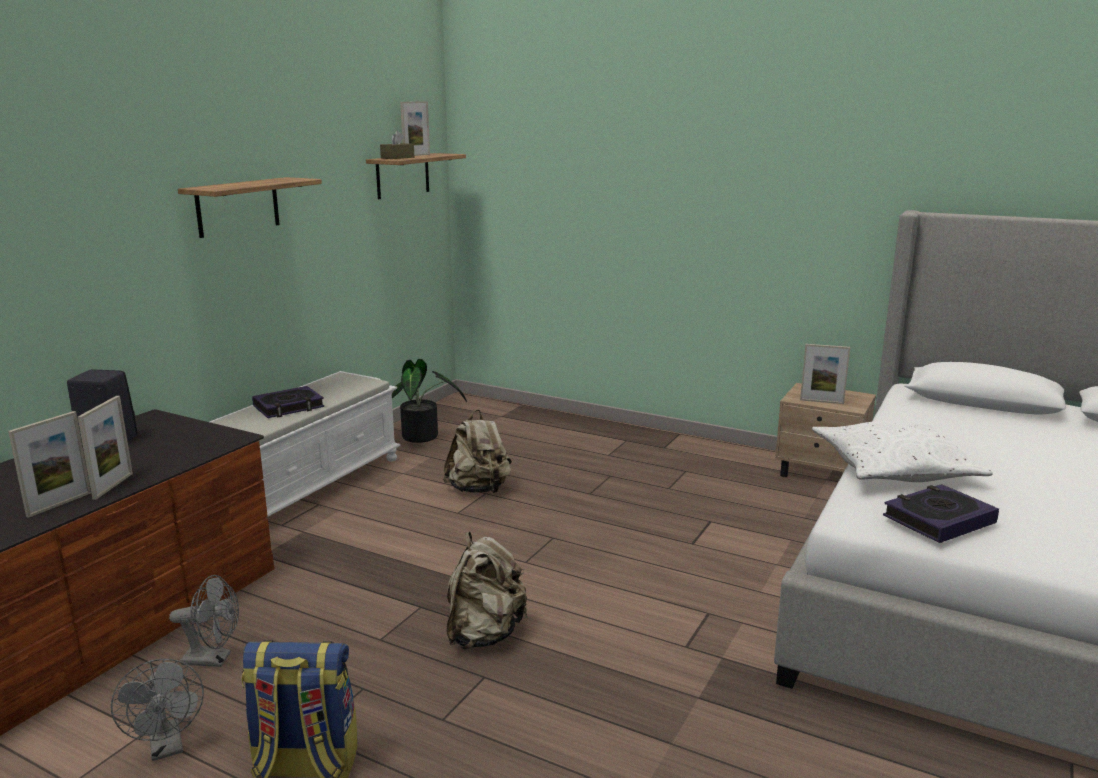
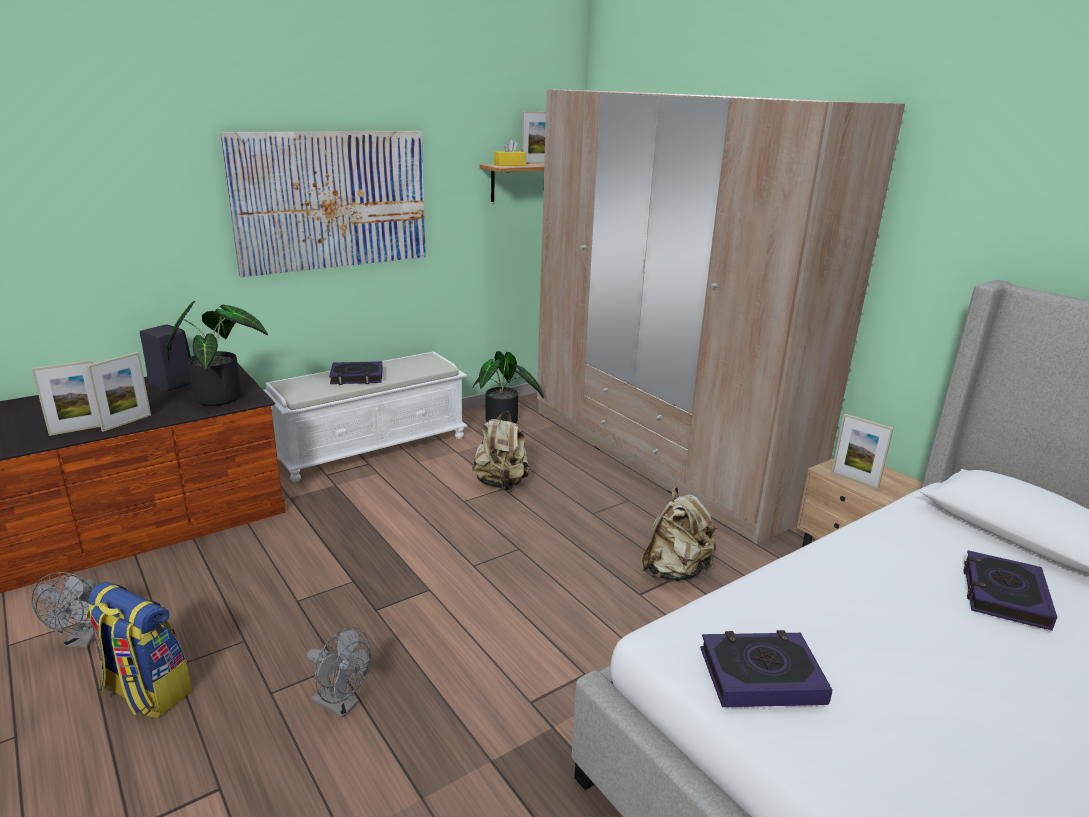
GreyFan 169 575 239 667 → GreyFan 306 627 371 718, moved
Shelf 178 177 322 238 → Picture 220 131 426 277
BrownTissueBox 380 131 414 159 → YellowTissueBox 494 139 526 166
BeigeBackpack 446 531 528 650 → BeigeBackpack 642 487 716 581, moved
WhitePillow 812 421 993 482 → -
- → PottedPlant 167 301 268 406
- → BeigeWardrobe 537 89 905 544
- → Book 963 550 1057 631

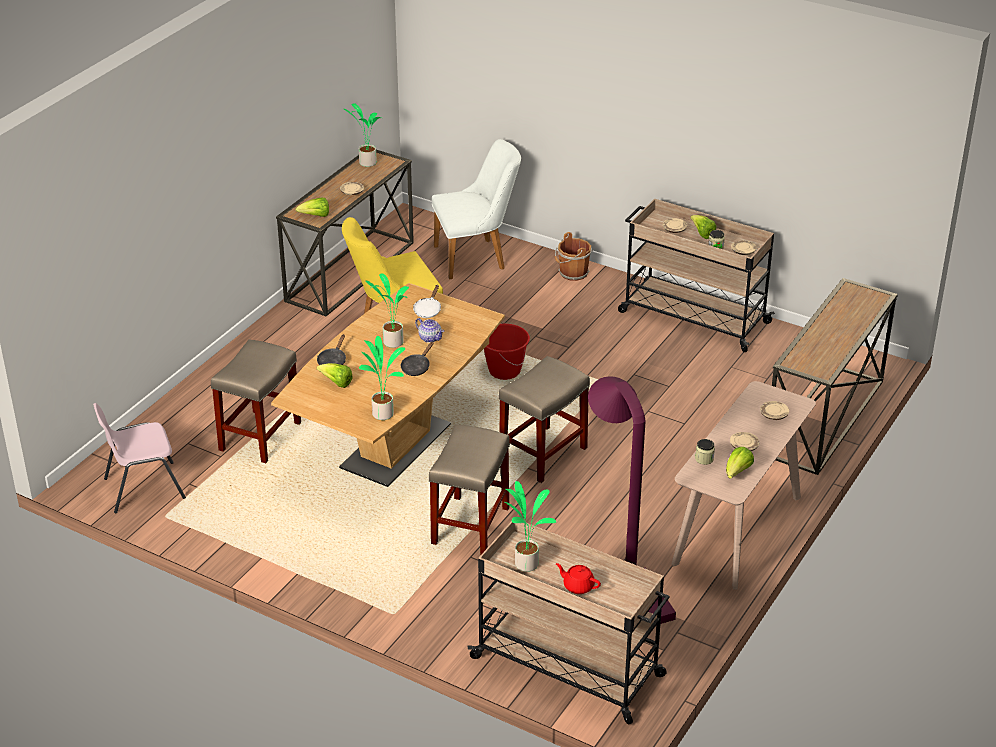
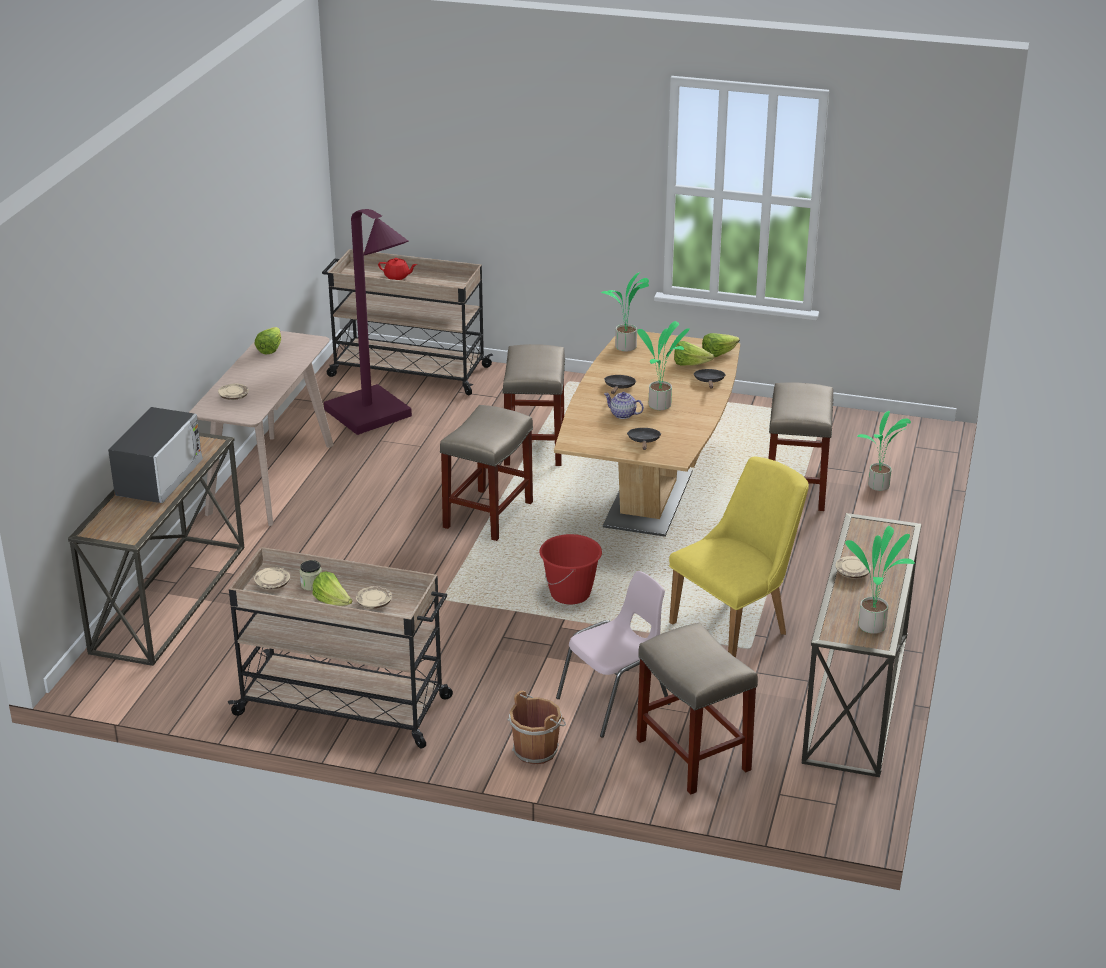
PinkChair 93 403 186 513 → PinkChair 556 571 671 738, moved
Lettuce 296 197 329 217 → Lettuce 702 333 740 357, moved
WhiteFryingPan 413 285 441 318 → BlackFryingPan 627 428 661 450
WhiteChair 432 139 521 279 → BeigeStool 637 622 758 795
PottedPlant 505 481 557 572 → PottedPlant 857 411 911 491, moved
Jar 695 439 715 465 → -
BeigePlate 730 432 760 451 → -
- → Microwave 108 407 203 503

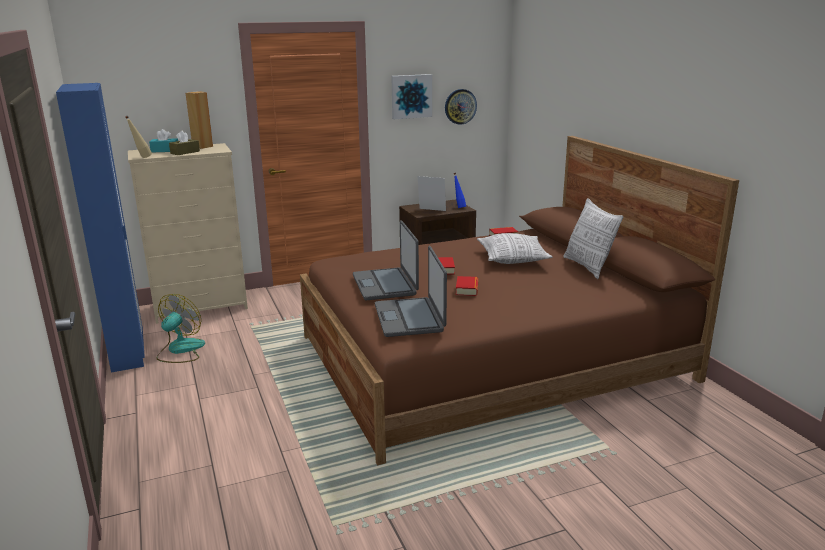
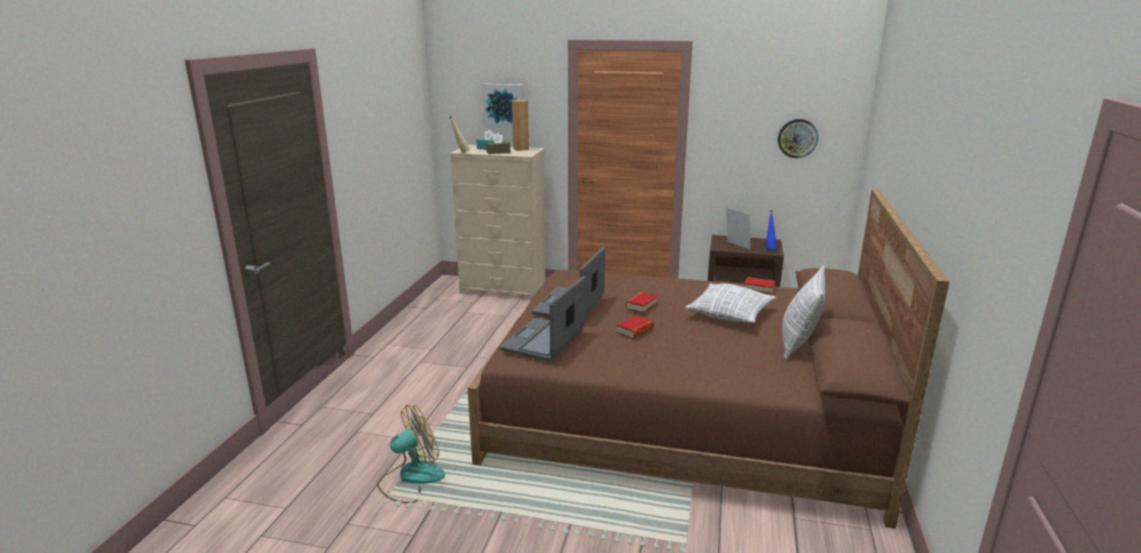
BlueWardrobe 56 83 145 373 → -
Fan 156 294 205 363 → Fan 377 405 445 504, moved
Picture 391 74 432 119 → Picture 482 83 524 127, moved

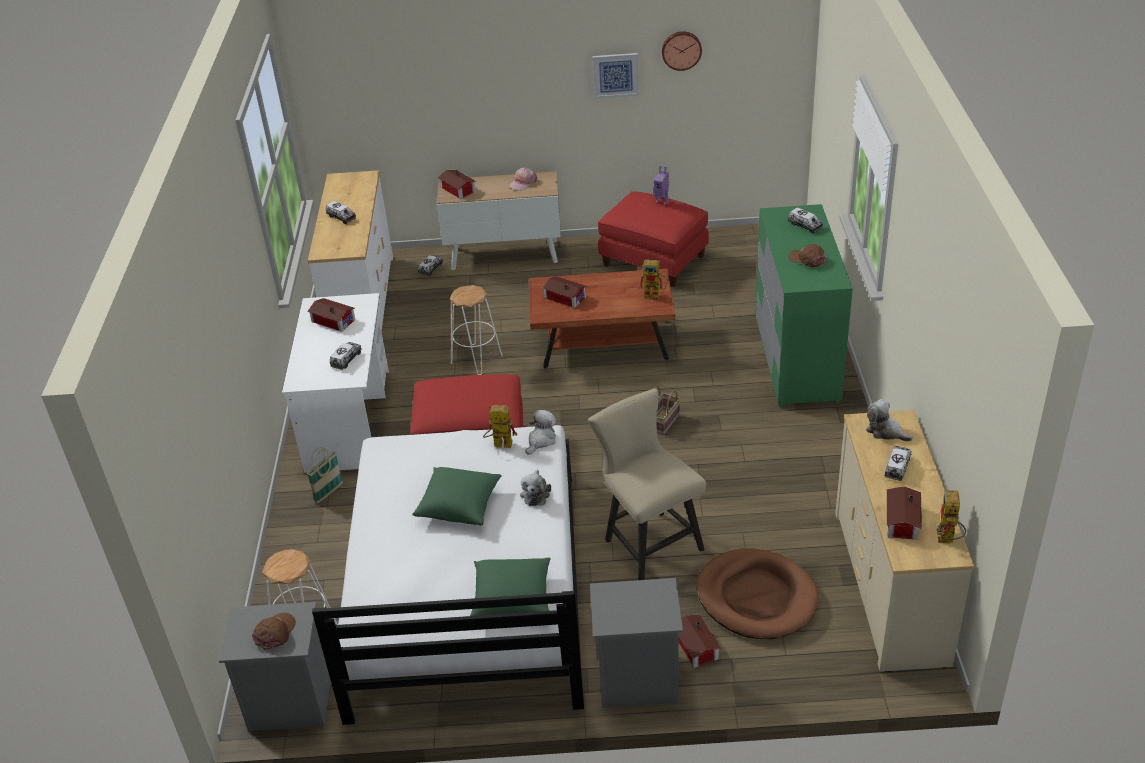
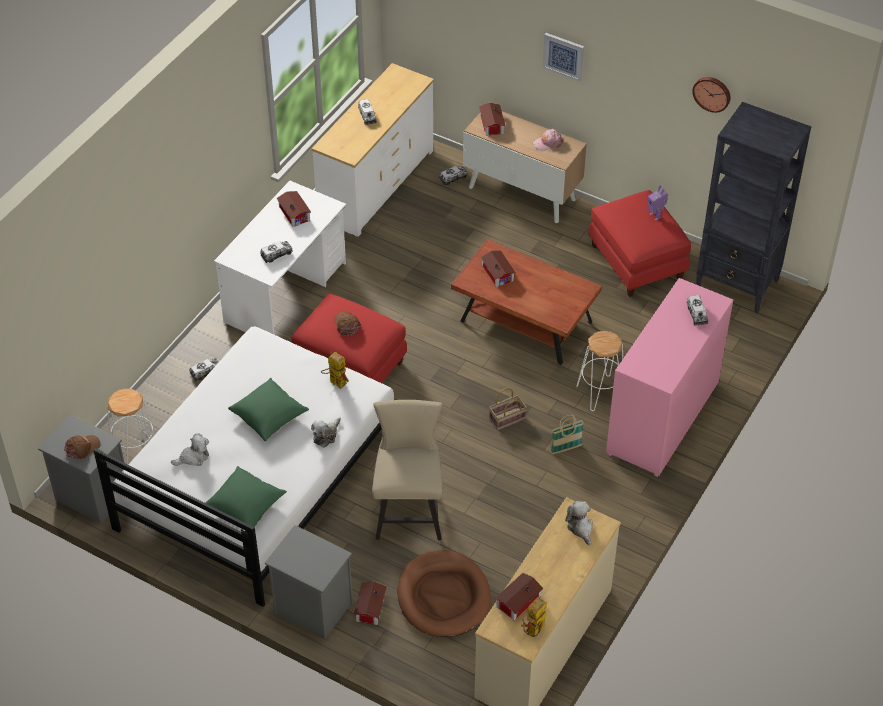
Basket 307 447 343 503 → Basket 551 415 583 454, moved
WhiteStool 450 285 503 375 → WhiteStool 576 331 623 411, moved
PlushToy 525 410 556 455 → PlushToy 171 434 209 466, moved
Picture 593 53 639 99 → Picture 543 33 584 82, moved
ToyRobot 639 260 668 300 → -
GreenDresser 755 204 853 407 → PinkDresser 606 278 733 477
BrownCap 789 244 826 268 → BrownCap 335 311 361 336, moved
ToyTruck 884 446 911 481 → ToyTruck 190 358 219 381, moved
- → BlackBookcase 696 102 812 313

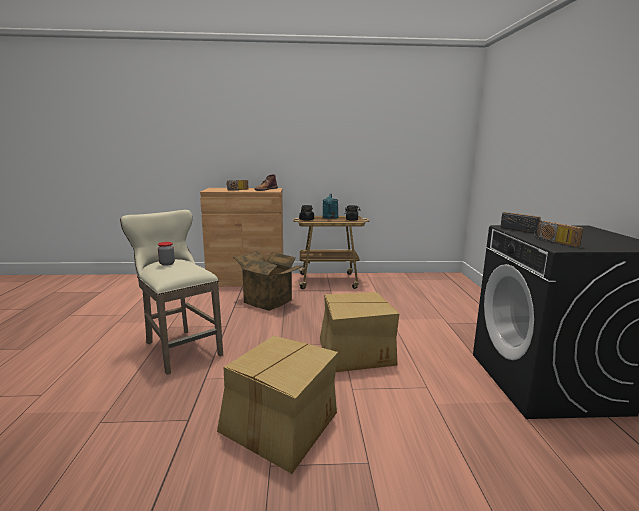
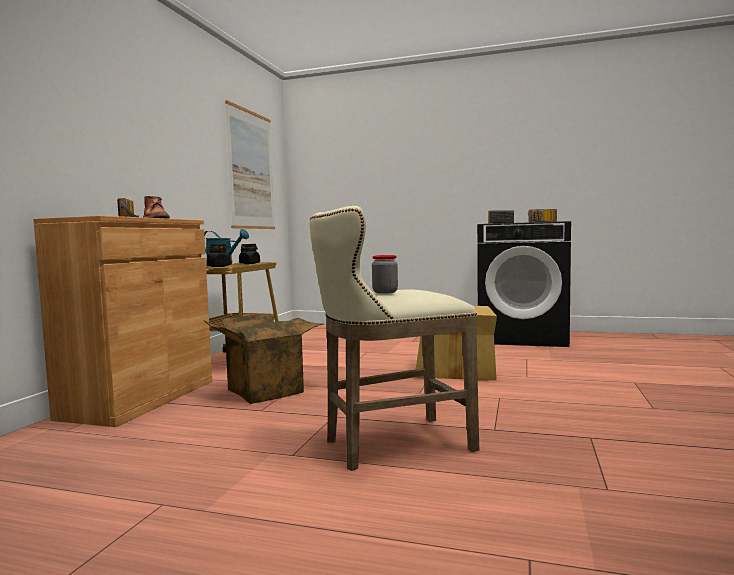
CardboardBox 217 336 338 474 → -
- → Picture 225 100 275 229

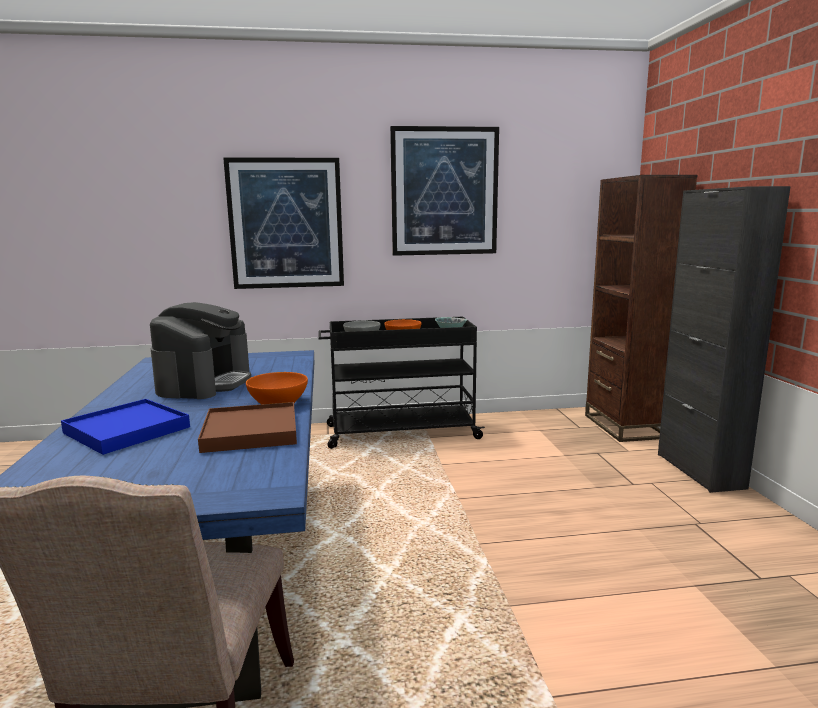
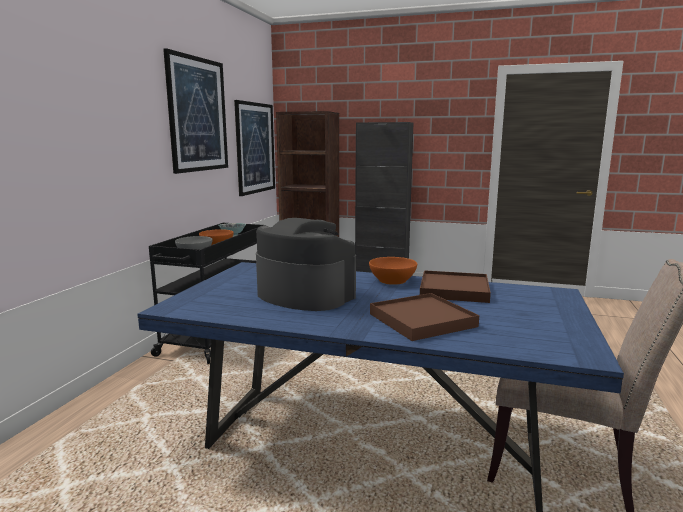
BlueTray 61 399 190 455 → BrownTray 370 293 479 341
Picture 223 158 344 289 → Picture 234 100 275 196, moved

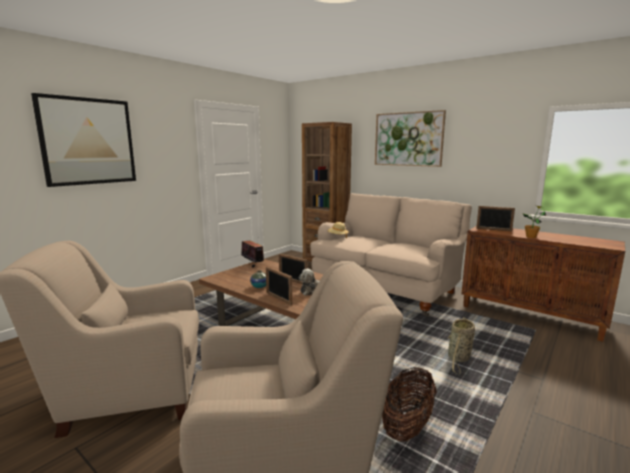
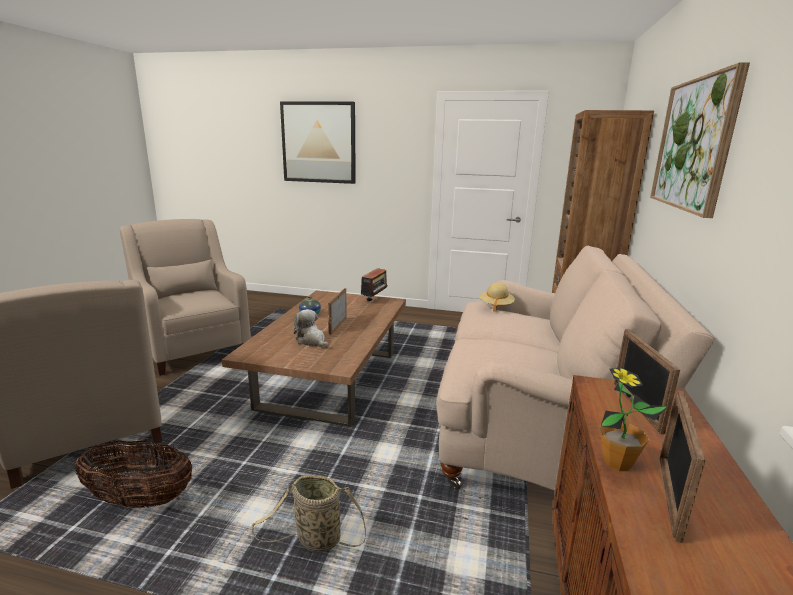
PictureFrame 266 266 292 305 → PictureFrame 660 390 705 543, moved

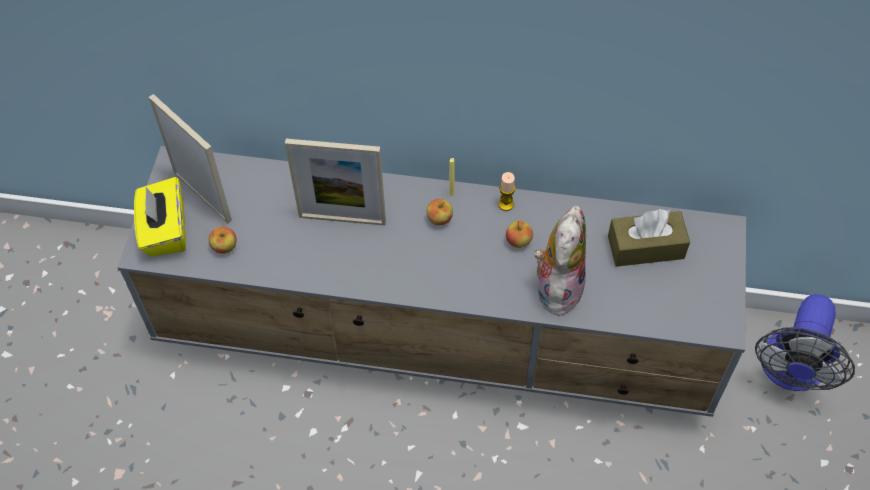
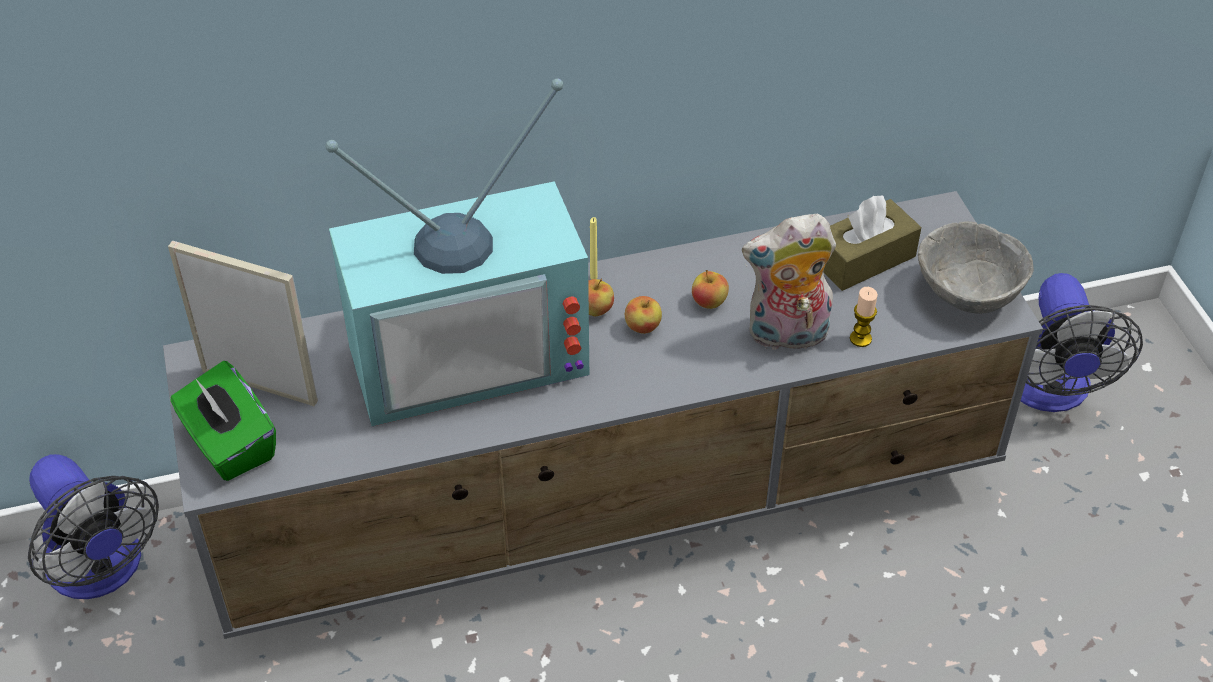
YellowTissueBox 134 177 186 256 → GreenTissueBox 170 361 276 481
Apple 208 227 237 254 → Apple 625 296 662 334, moved
PictureFrame 285 139 386 225 → Television 325 79 589 426
Candle 498 172 516 211 → Candle 850 287 878 347, moved
PlushToy 534 205 586 318 → PlushToy 742 214 836 350, 90 degrees counterclockwise
- → Fan 28 454 159 599
- → GreyBowl 918 221 1034 314

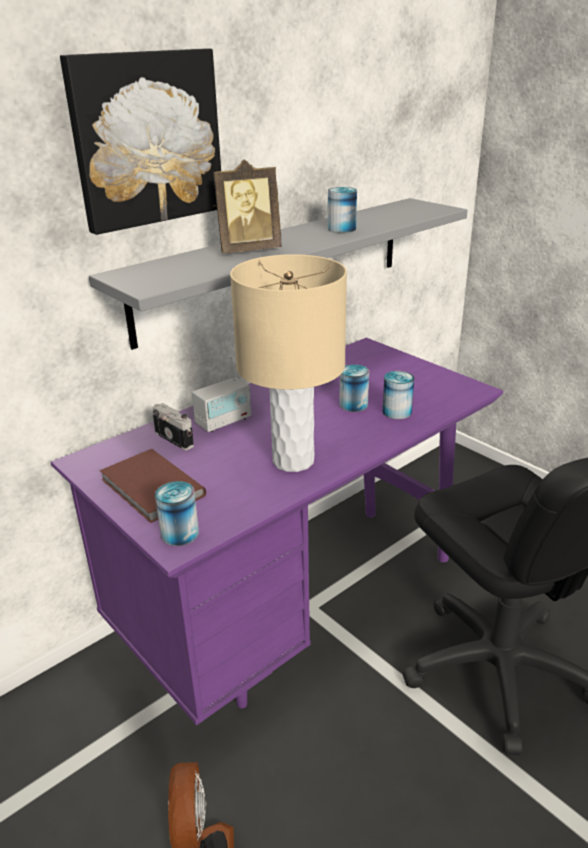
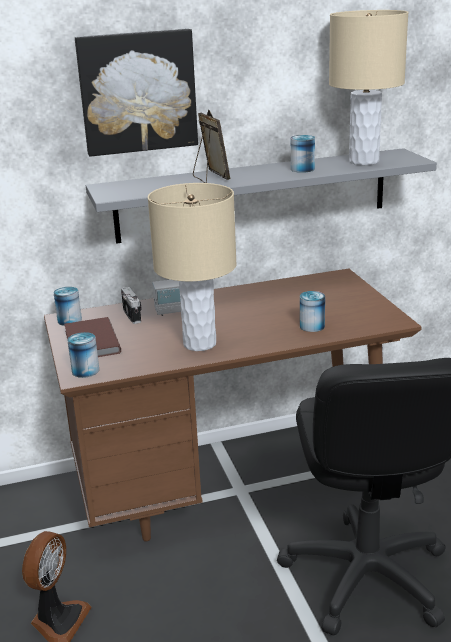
PurpleDesk 51 338 503 725 → BrownDesk 44 269 422 541
PictureFrame 213 160 282 253 → PictureFrame 193 110 230 183, 120 degrees counterclockwise
Can 339 364 369 412 → Can 54 287 82 326, moved
- → BeigeTableLamp 329 10 409 165

